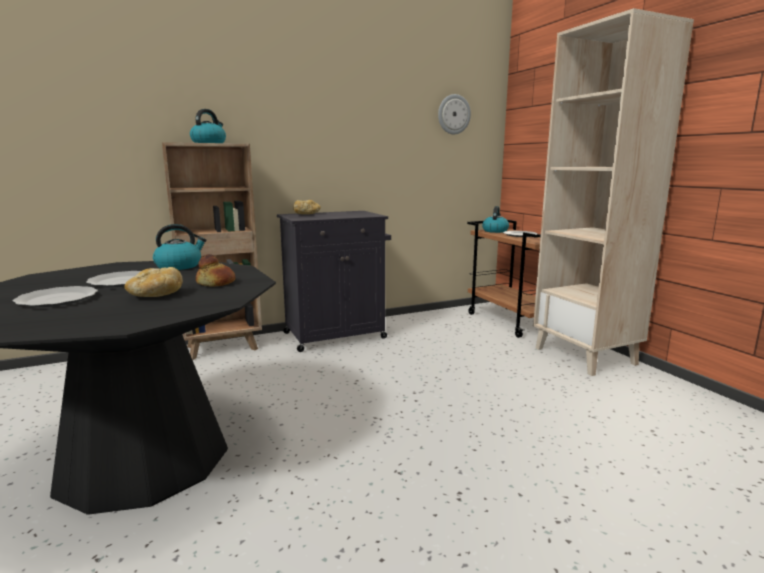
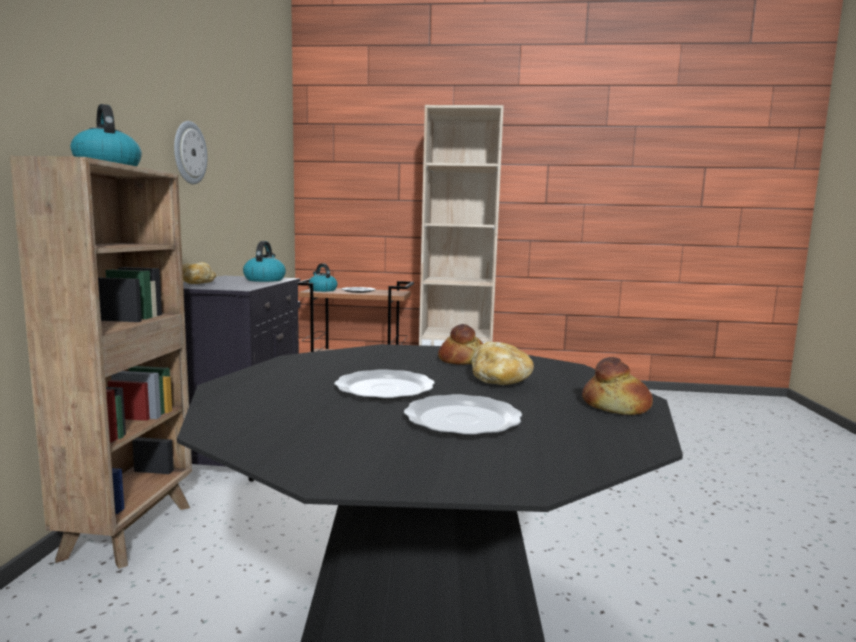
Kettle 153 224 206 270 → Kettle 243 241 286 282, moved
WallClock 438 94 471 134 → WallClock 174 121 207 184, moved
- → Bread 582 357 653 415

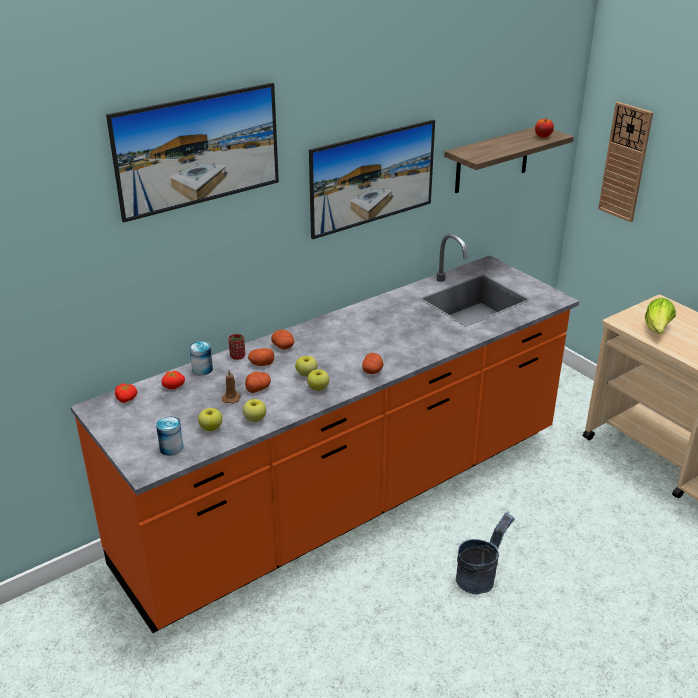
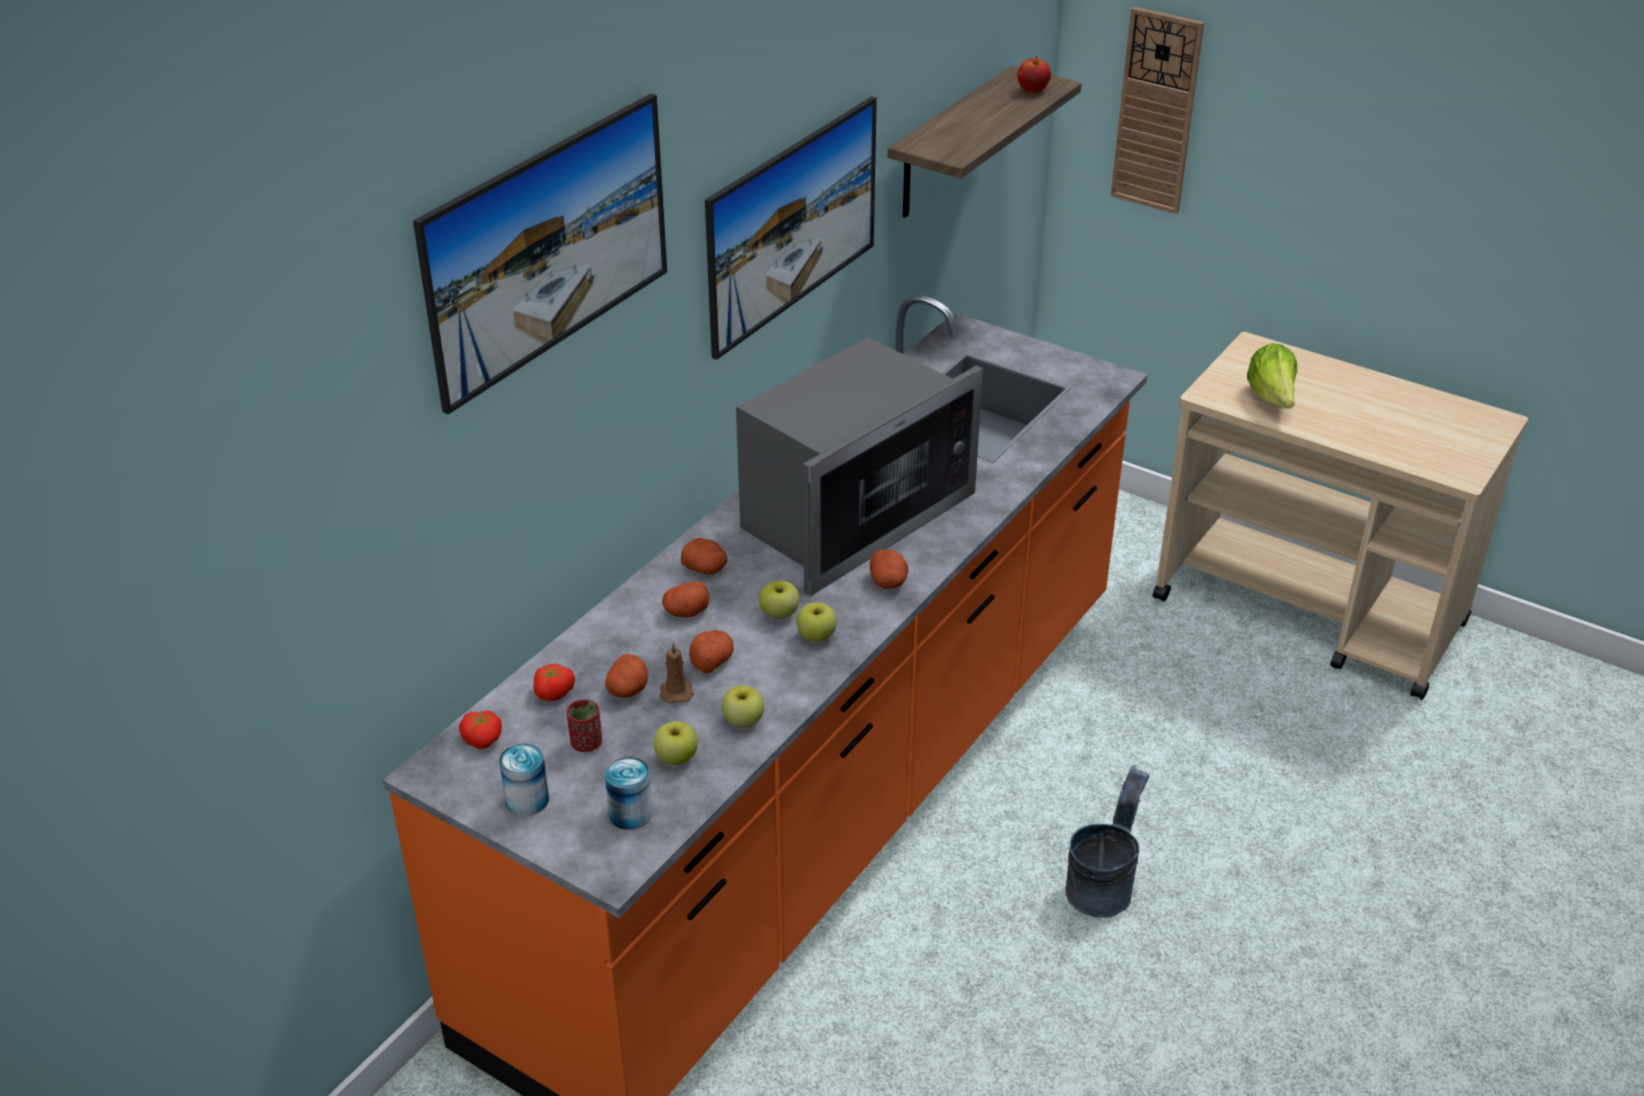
Can 190 341 213 375 → Can 499 743 549 816, moved
RedCup 228 334 245 360 → RedCup 567 699 602 752, moved
- → Potato 605 654 648 698
- → Microwave 736 337 983 596

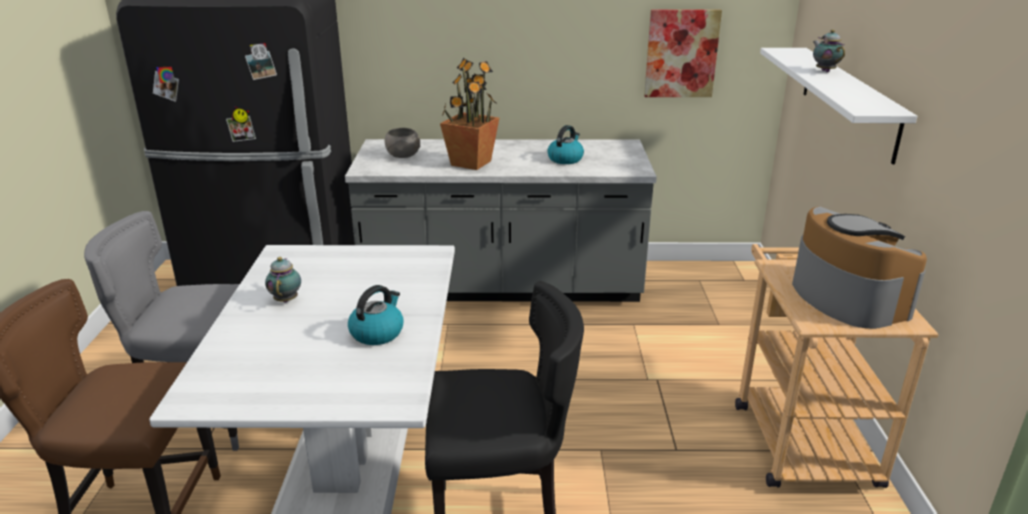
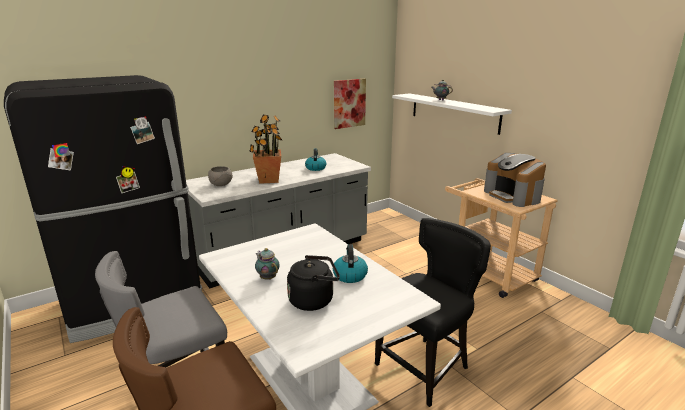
CoffeeMachine 792 206 927 329 → CoffeeMachine 484 153 546 207, 150 degrees counterclockwise
- → BlackKettle 287 255 340 311

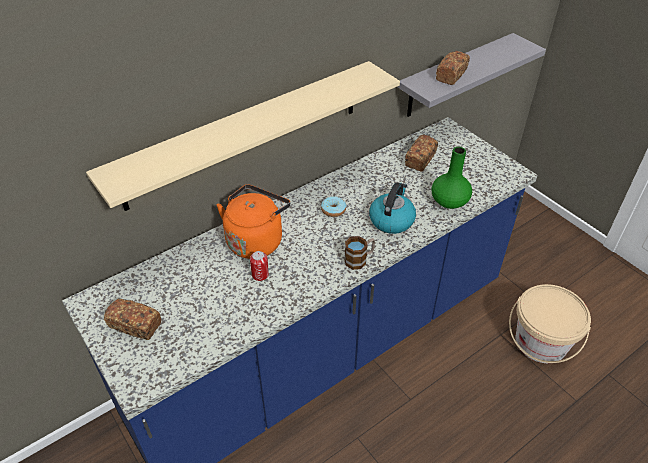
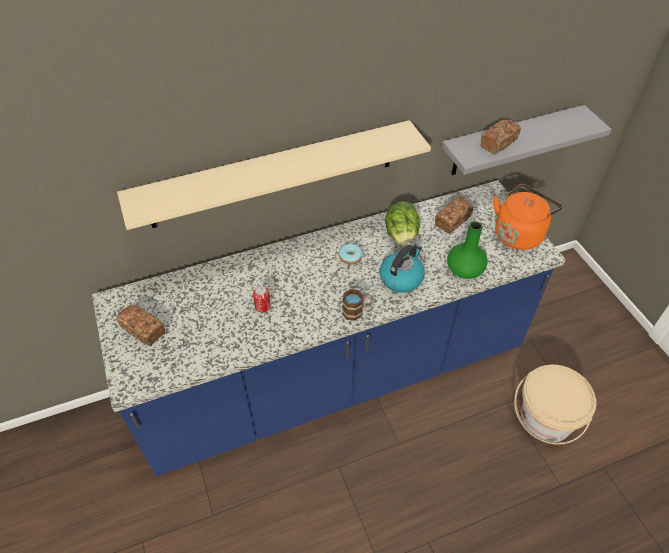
OrangeKettle 216 184 290 259 → OrangeKettle 494 184 563 250, moved
- → Lettuce 385 201 420 247

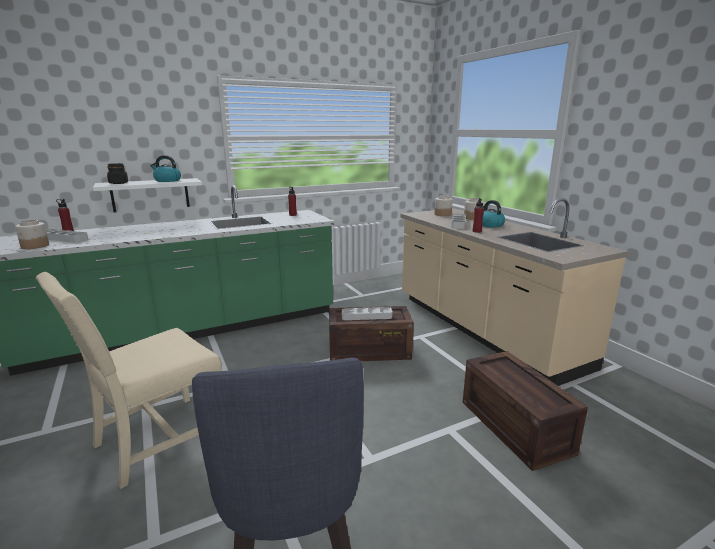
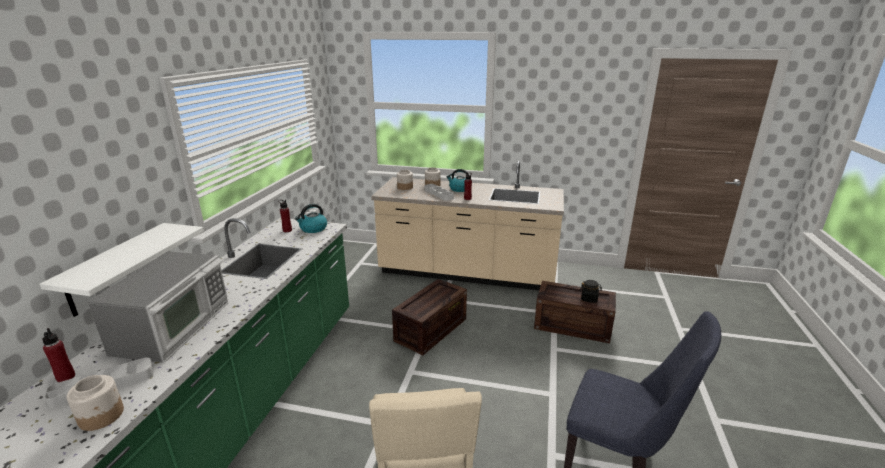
BlackJar 107 163 128 184 → BlackJar 580 280 602 303, moved
Kettle 150 155 181 182 → Kettle 295 204 327 233, moved
GreyTray 342 307 392 320 → -
- → Microwave 87 251 229 362

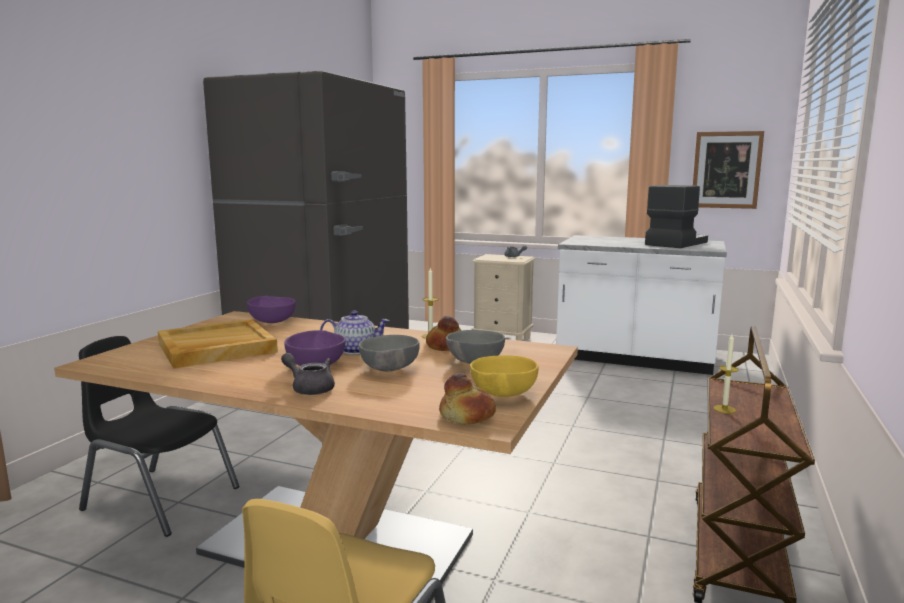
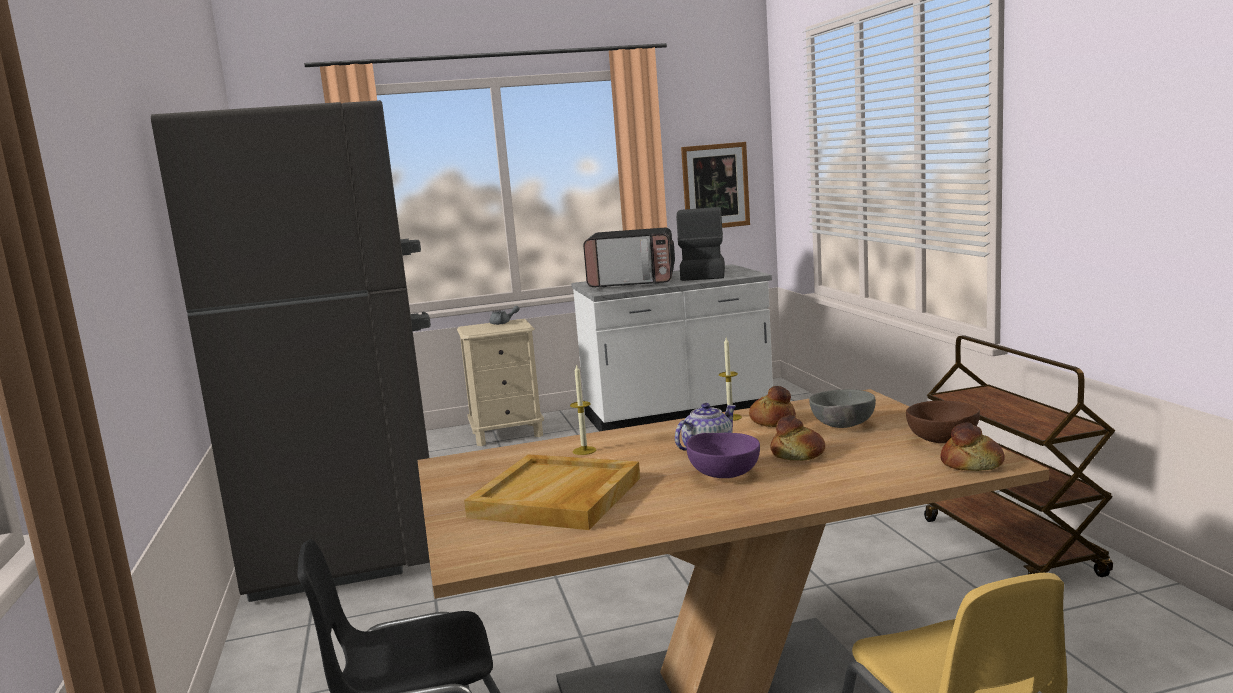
PurpleBowl 247 296 296 323 → -
GreyTeapot 281 353 335 395 → -
GreyBowl 358 335 420 371 → Bread 770 415 825 461
YellowBowl 470 355 538 397 → BrownBowl 906 400 980 443
Candle 714 334 738 414 → Candle 570 364 596 455, moved
- → Microwave 583 228 675 287

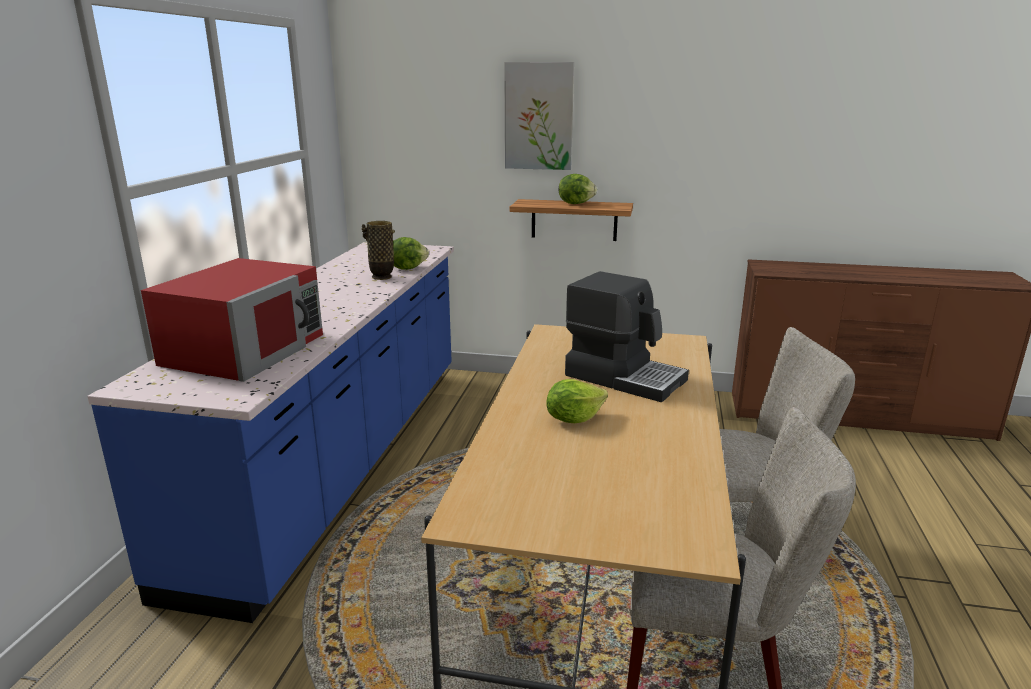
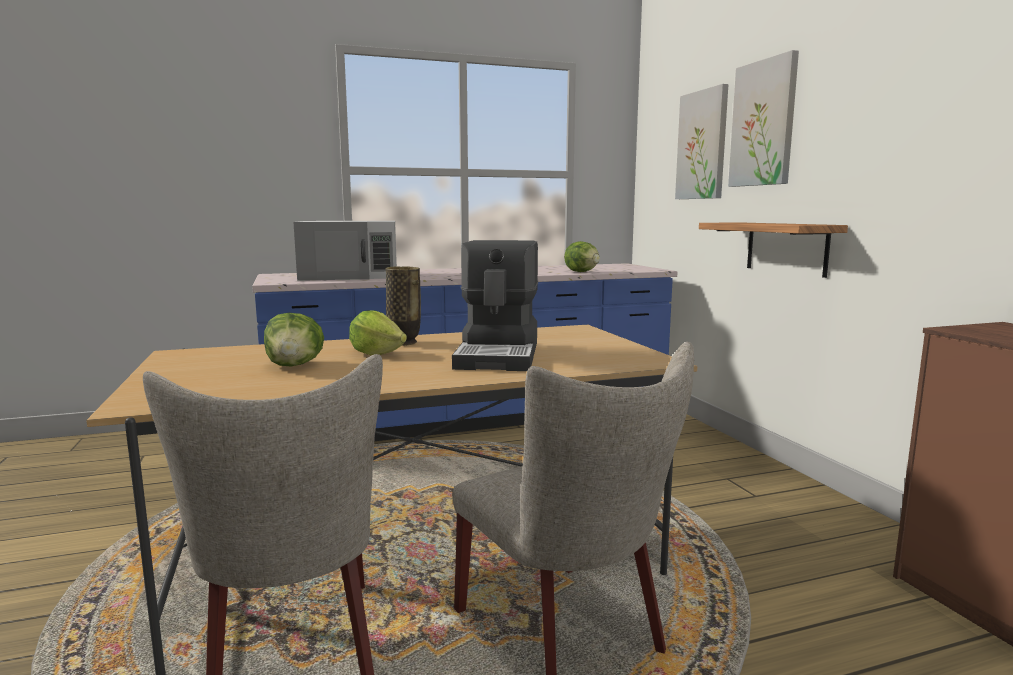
RedMicrowave 141 258 323 382 → WhiteMicrowave 293 221 397 281
Vase 361 221 395 280 → Vase 386 266 421 346, moved
Lettuce 559 174 597 204 → Lettuce 264 313 324 366, moved
- → Picture 675 84 728 199

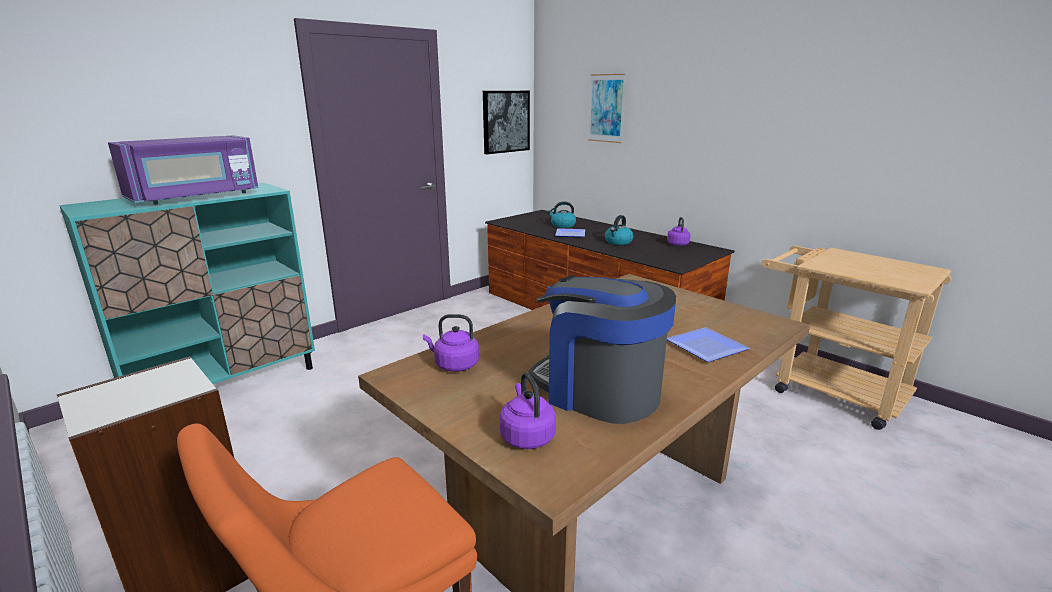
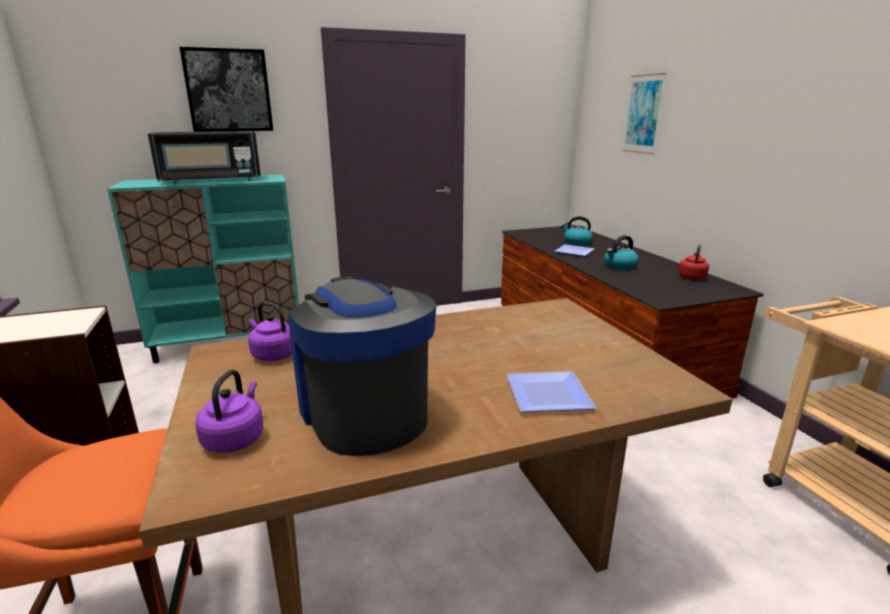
PurpleMicrowave 108 135 259 205 → BlackMicrowave 148 131 261 184
Picture 483 91 530 154 → Picture 180 47 273 132, moved
PurpleKettle 667 217 691 246 → RedKettle 678 245 709 279

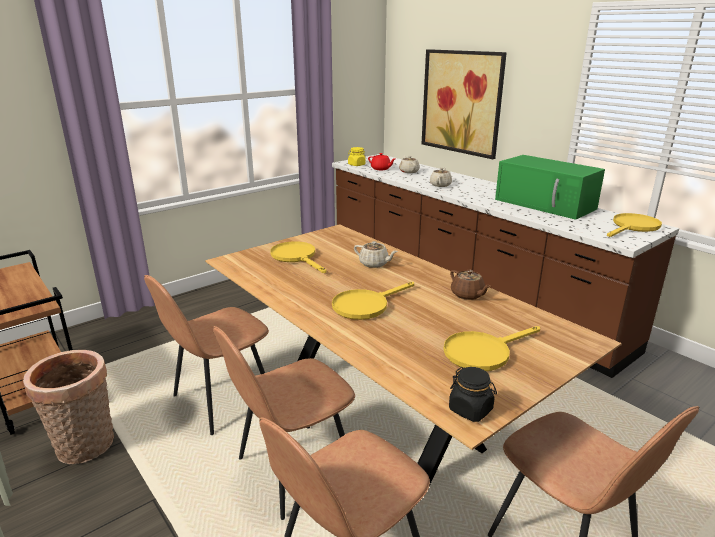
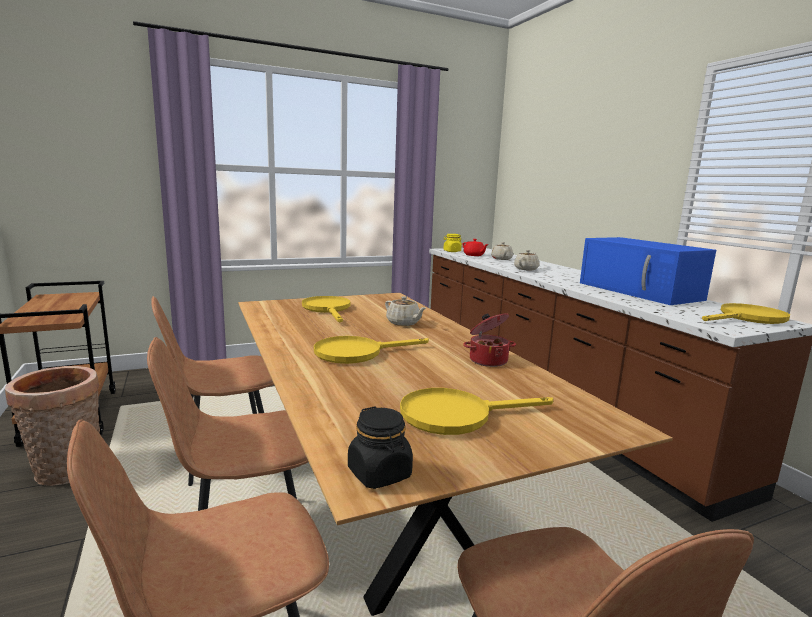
Picture 422 49 507 159 → -
BrownTeapot 450 270 491 300 → CookingPot 463 313 516 367
GreenMicrowave 495 155 605 220 → BlueMicrowave 580 237 716 305

